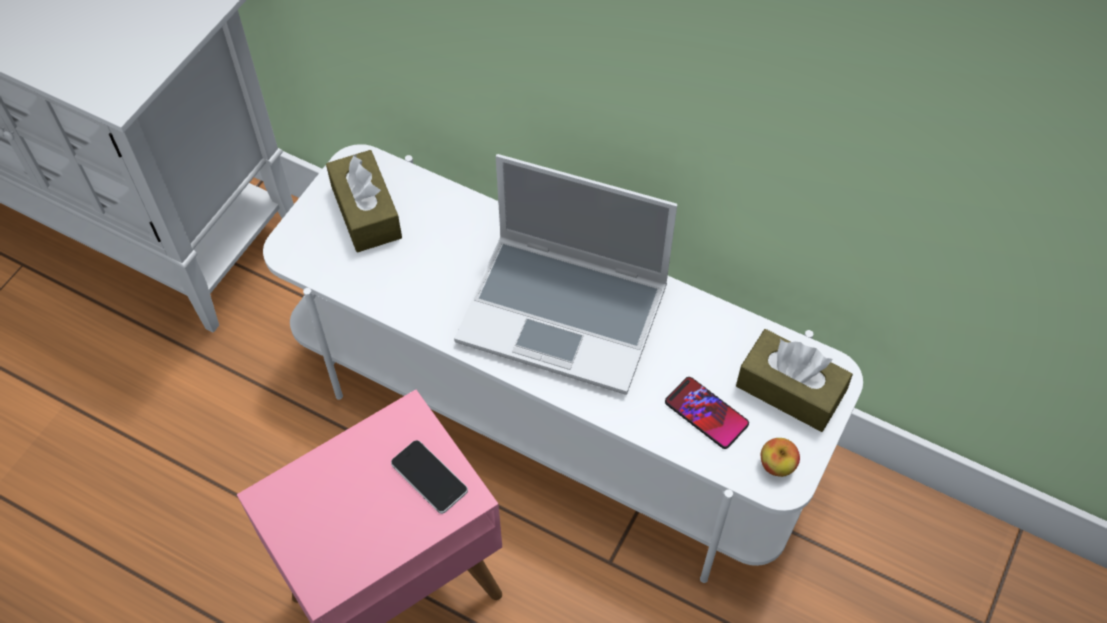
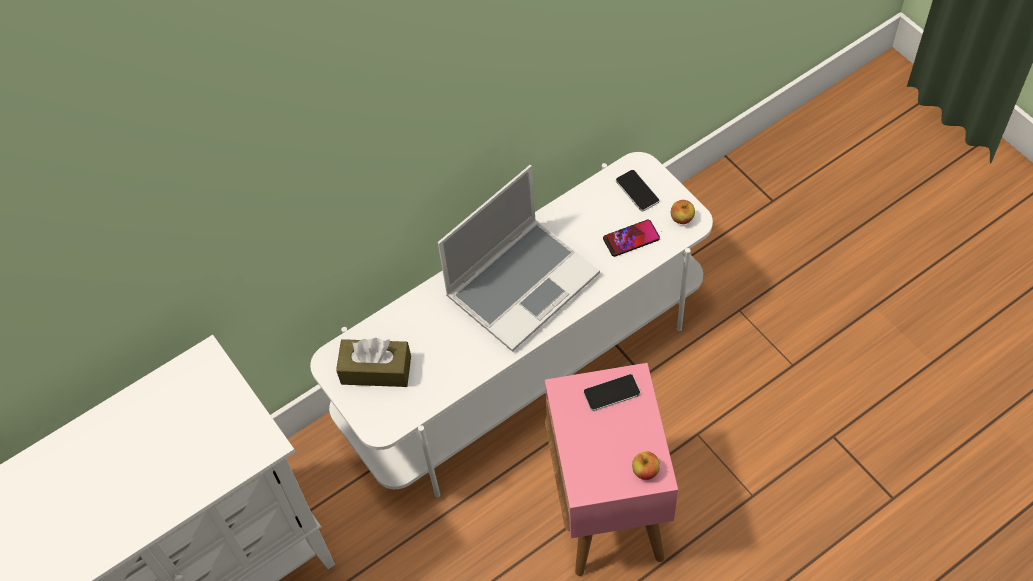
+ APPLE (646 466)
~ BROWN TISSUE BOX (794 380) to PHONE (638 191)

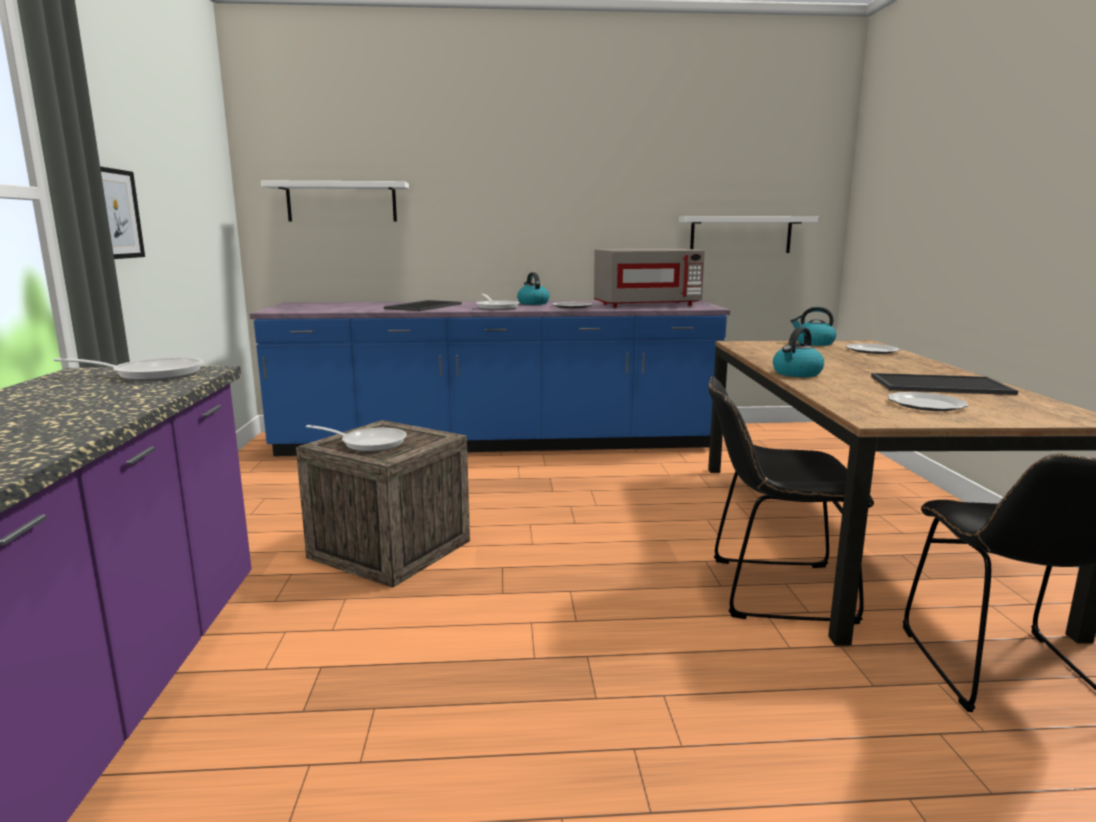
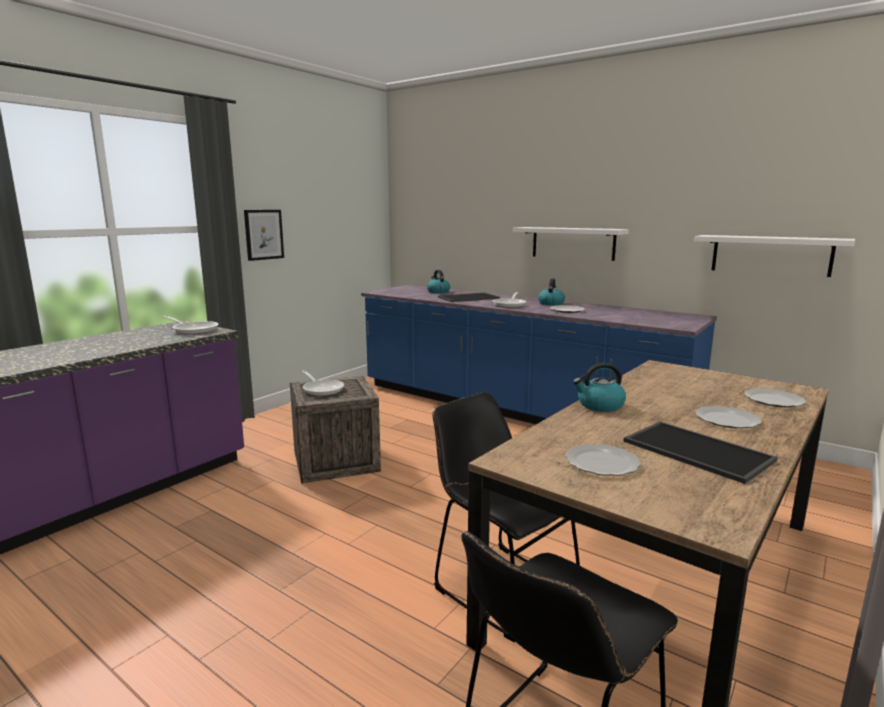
- GREY MICROWAVE (649 278)
+ PLATE (728 417)
~ WHITE SHELF (335 201) to (571 244)
~ KETTLE (813 326) to (438 281)

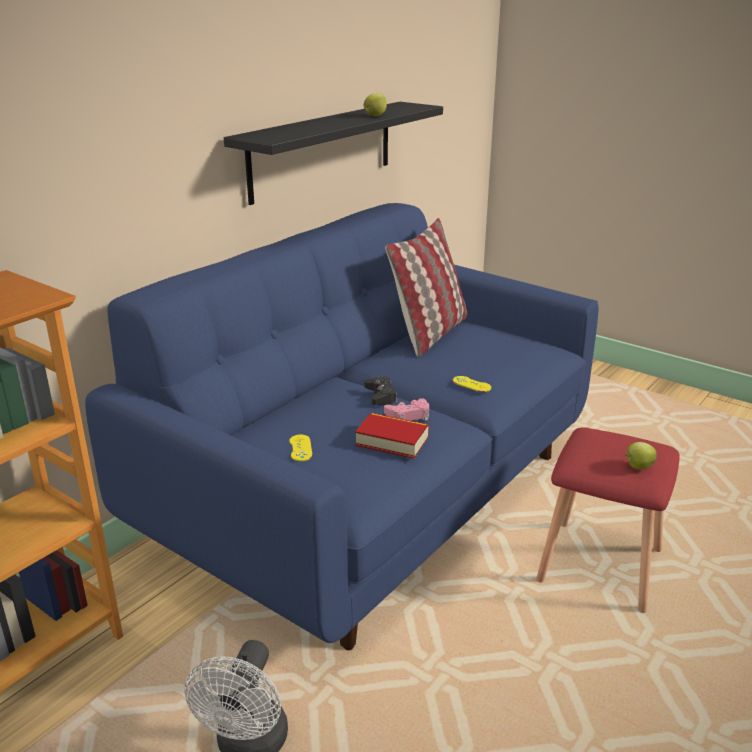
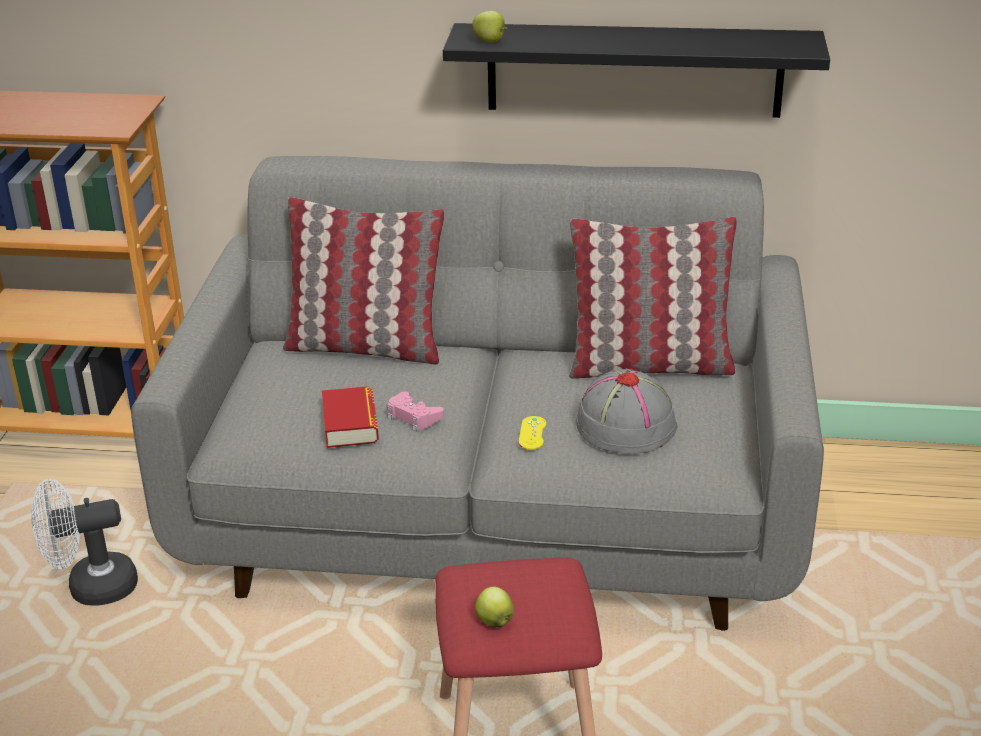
- YELLOW GAME CONTROLLER (300 448)
- BLACK GAME CONTROLLER (380 390)
+ PILLOW (364 281)
+ GREY HAT (627 411)
~ APPLE (375 104) to (489 27)
~ BLUE SOFA (342 426) to GREY SOFA (477 393)

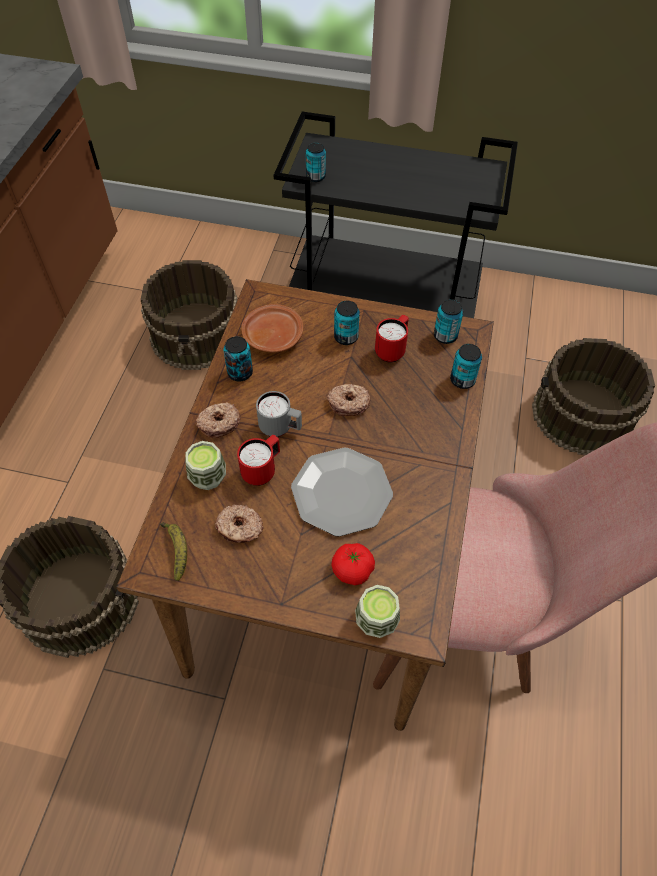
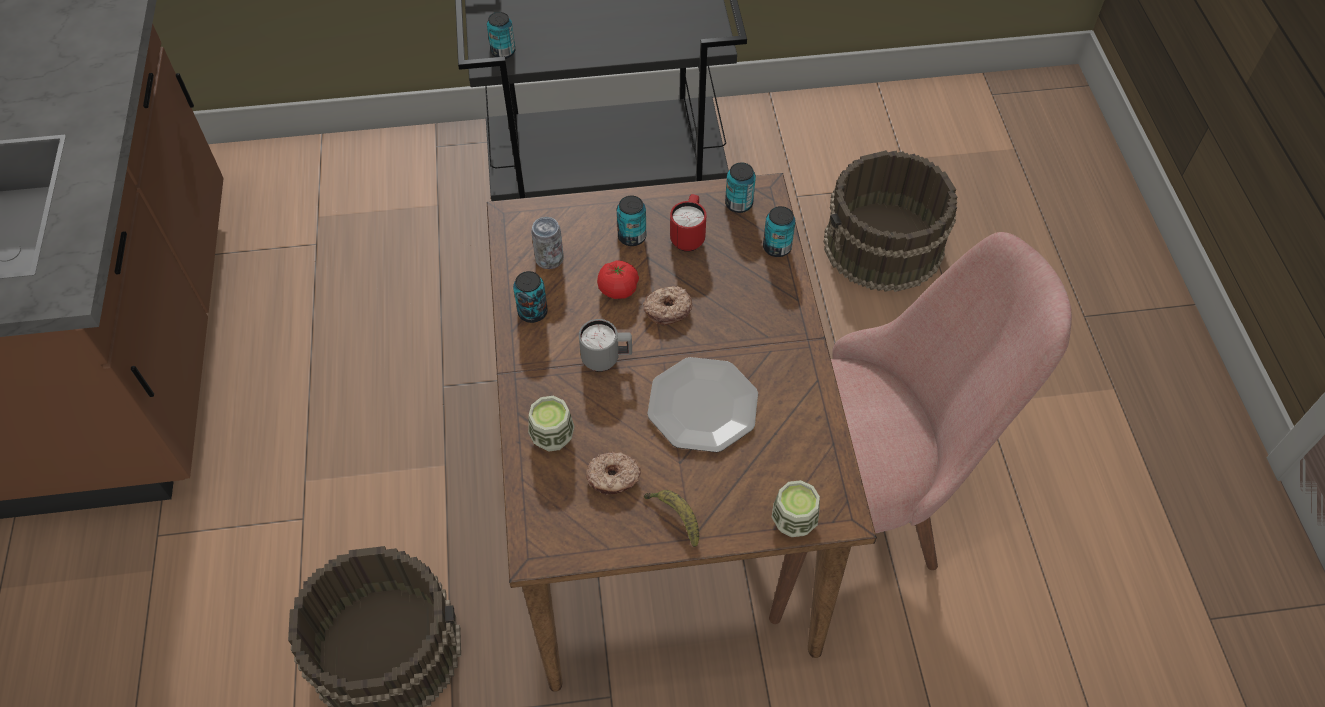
- BROWN BUCKET (188 315)
- DONUT (218 420)
- RED MUG (258 460)
~ BANANA (173 551) to (671 518)
~ TOMATO (353 564) to (618 279)
~ BROWN PLATE (272 328) to CAN (547 243)

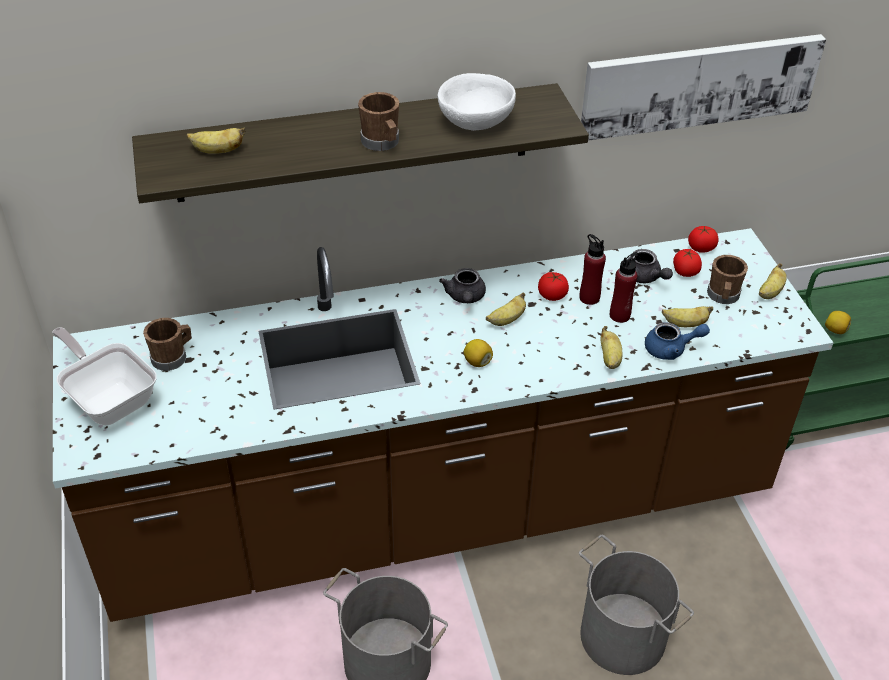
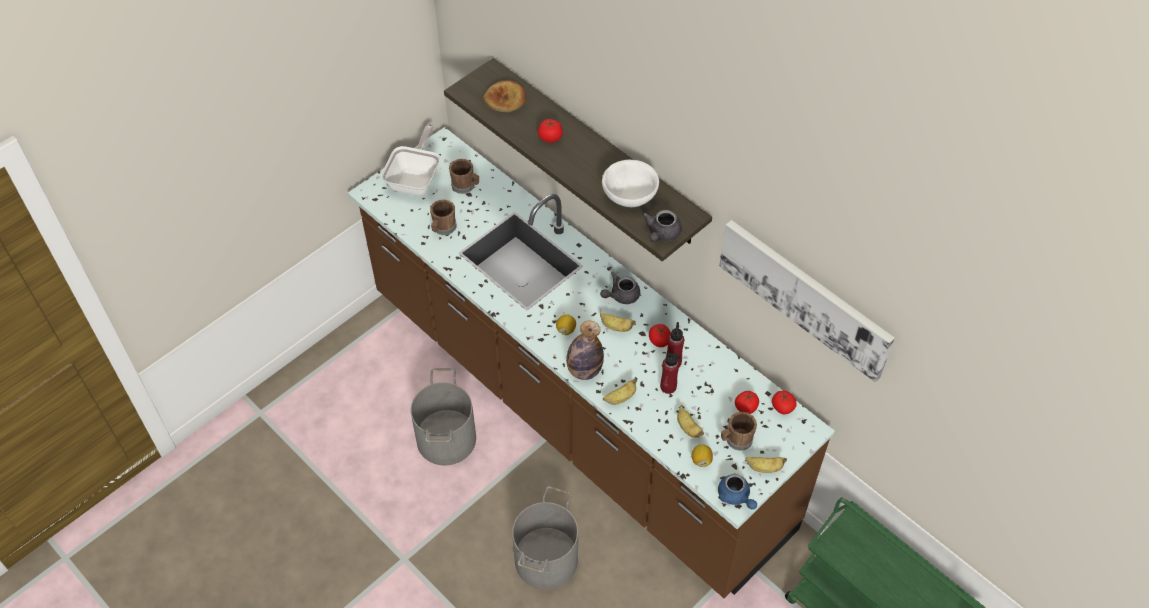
+ TOMATO (550 131)
+ BOTTLE (585 350)
~ BROWN MUG (378 121) to (443 217)
~ GREY TEAPOT (650 266) to (662 226)
~ BLUE TEAPOT (677 341) to (737 492)
~ LEMON (838 322) to (702 455)
~ BANANA (216 140) to BREAD (505 96)

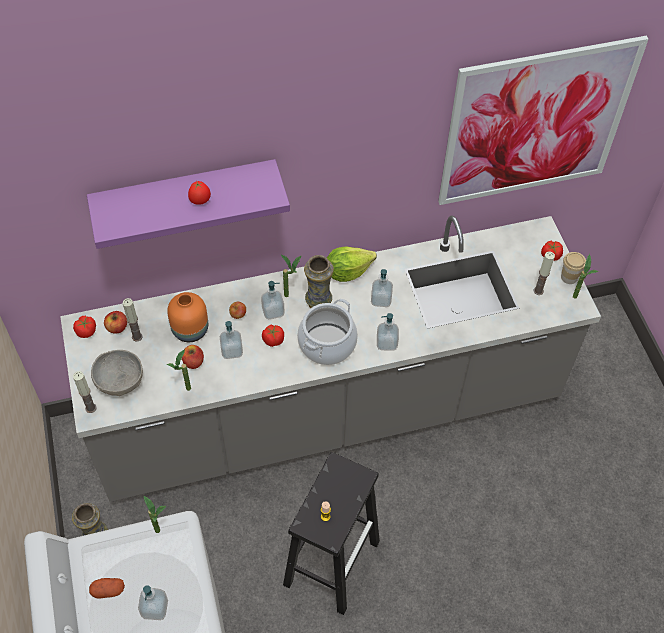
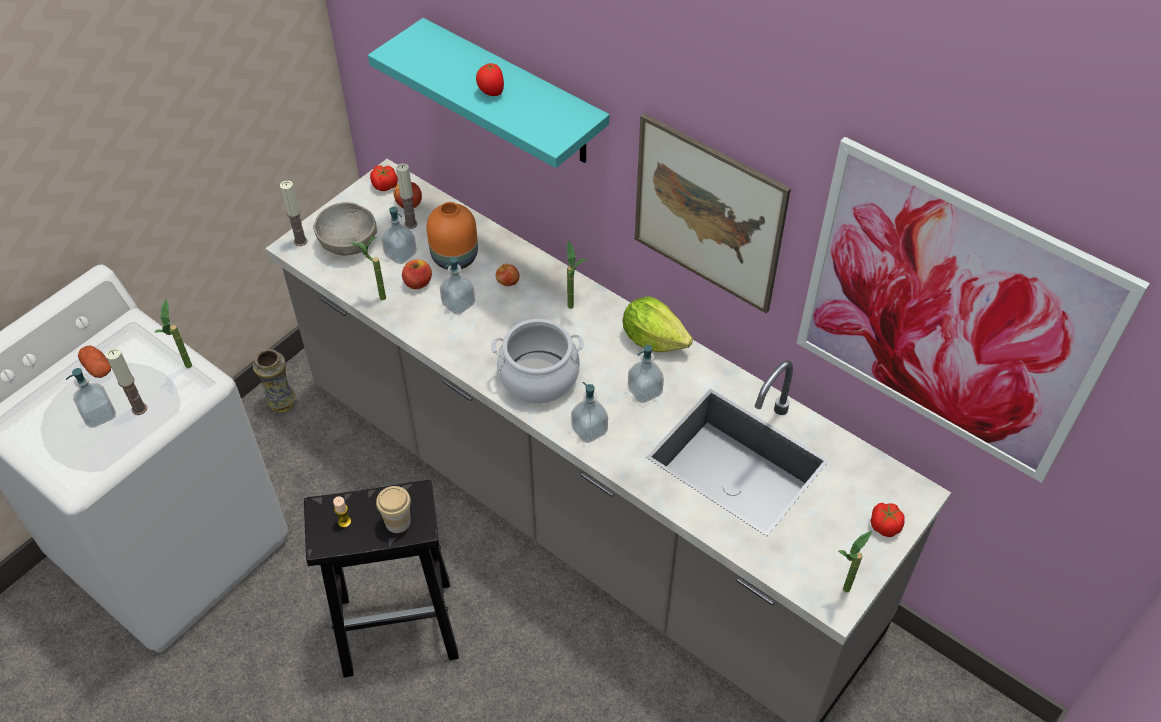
- TOMATO (273 336)
- VASE (319 282)
+ PICTURE (713 213)
~ SOAP DISPENSER (273 300) to (399 235)
~ CANDLE (544 273) to (126 381)
~ CUP (573 268) to (393 509)
~ PURPLE SHELF (188 204) to TURQUOISE SHELF (488 93)

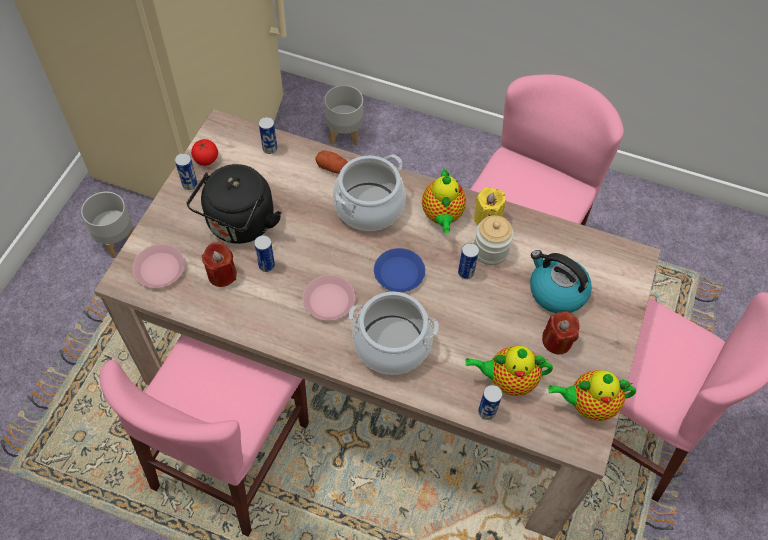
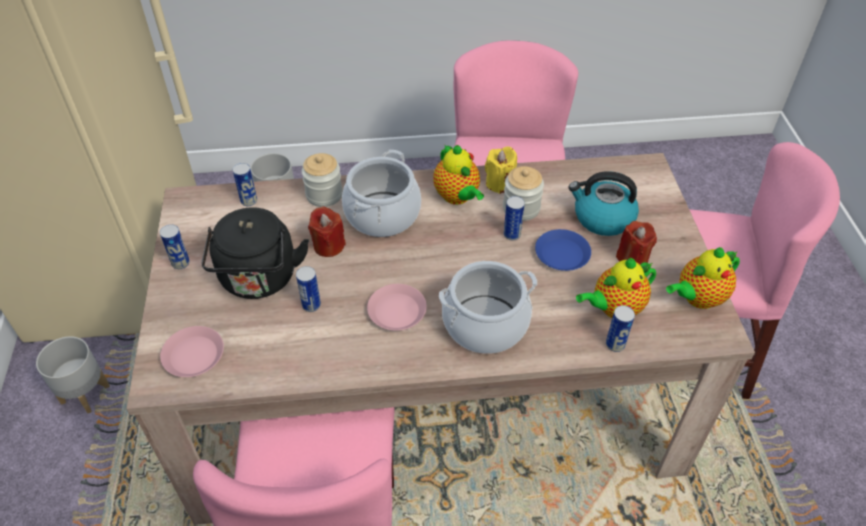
- TOMATO (204 152)
~ RED CANDLE (219 264) to (327 231)
~ BLUE PLATE (399 270) to (563 250)
~ POTATO (331 162) to JAR (322 180)

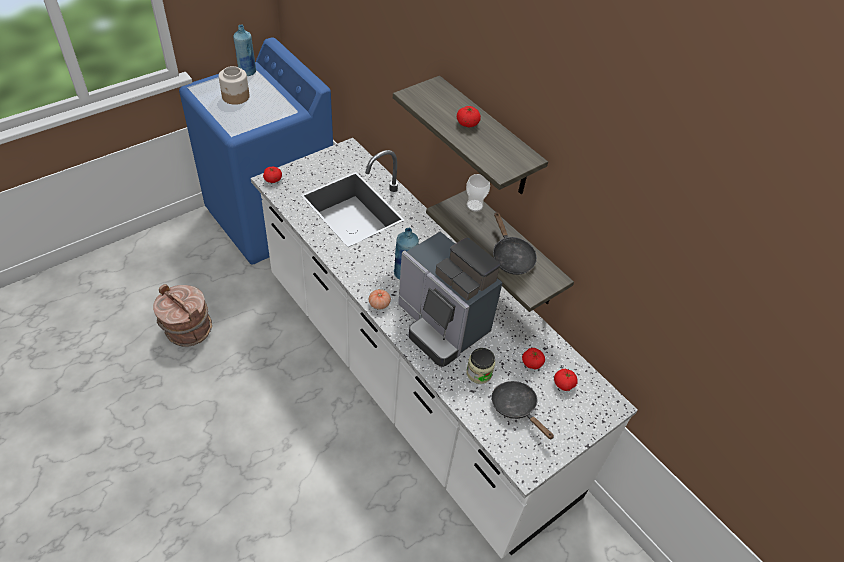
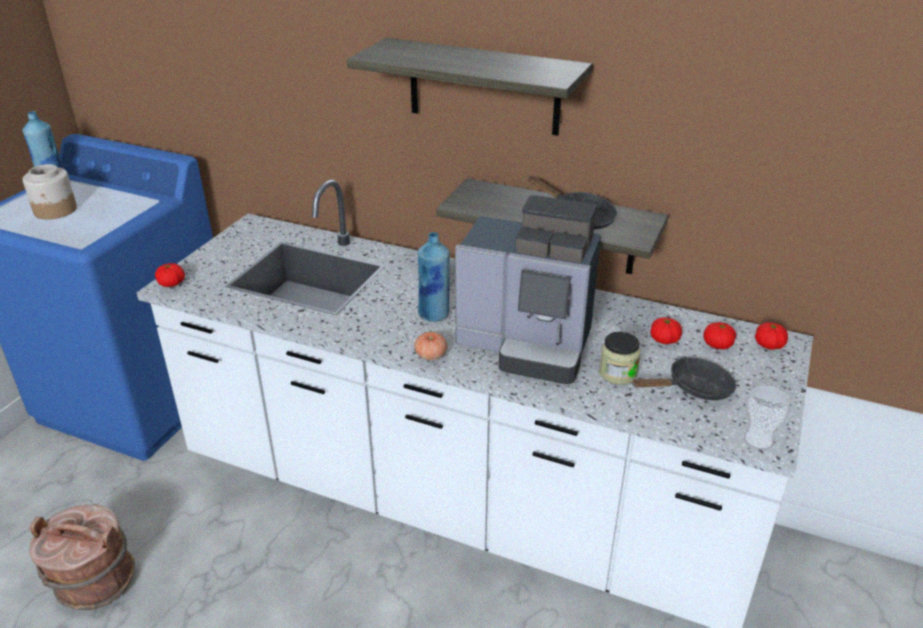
~ TOMATO (469 117) to (771 336)
~ CUP (478 192) to (767 418)
~ BLACK FRYING PAN (522 410) = (684 378) 135 degrees clockwise

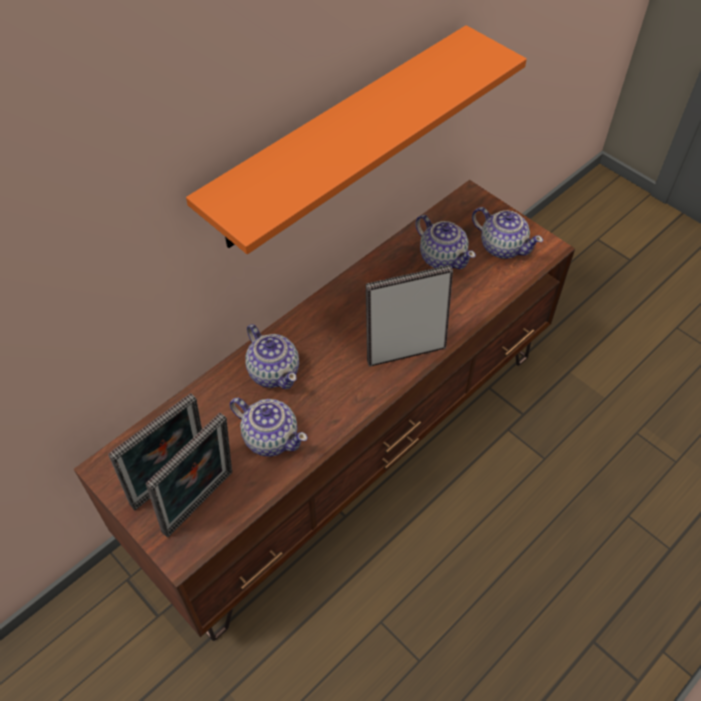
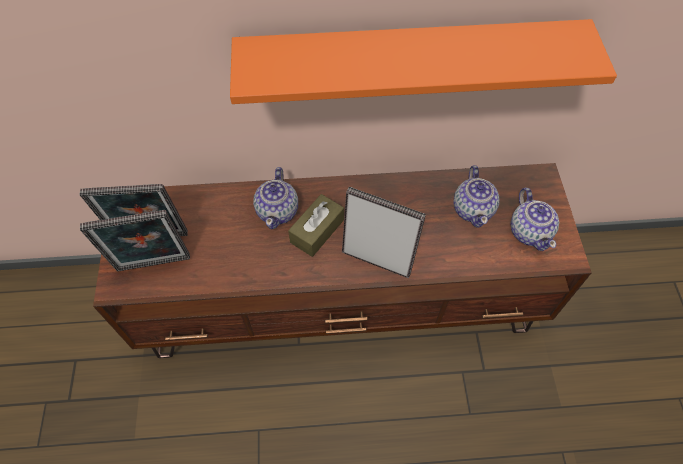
- TEAPOT (269 427)
+ BROWN TISSUE BOX (316 225)

